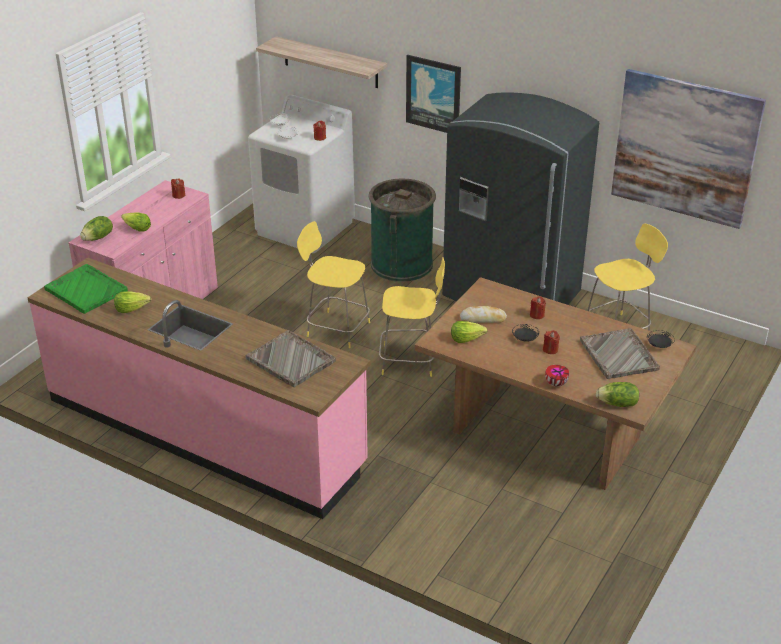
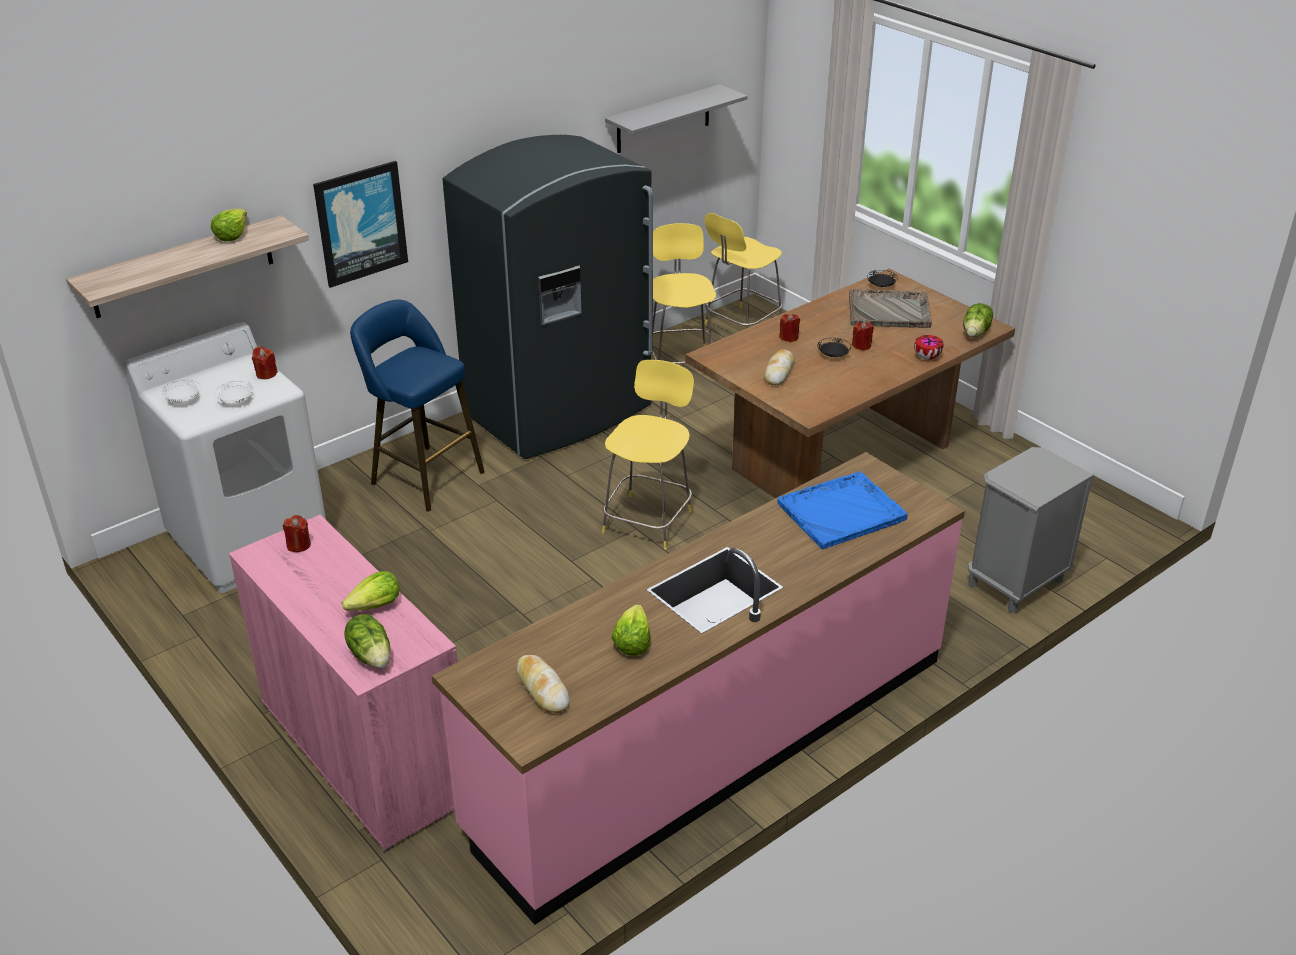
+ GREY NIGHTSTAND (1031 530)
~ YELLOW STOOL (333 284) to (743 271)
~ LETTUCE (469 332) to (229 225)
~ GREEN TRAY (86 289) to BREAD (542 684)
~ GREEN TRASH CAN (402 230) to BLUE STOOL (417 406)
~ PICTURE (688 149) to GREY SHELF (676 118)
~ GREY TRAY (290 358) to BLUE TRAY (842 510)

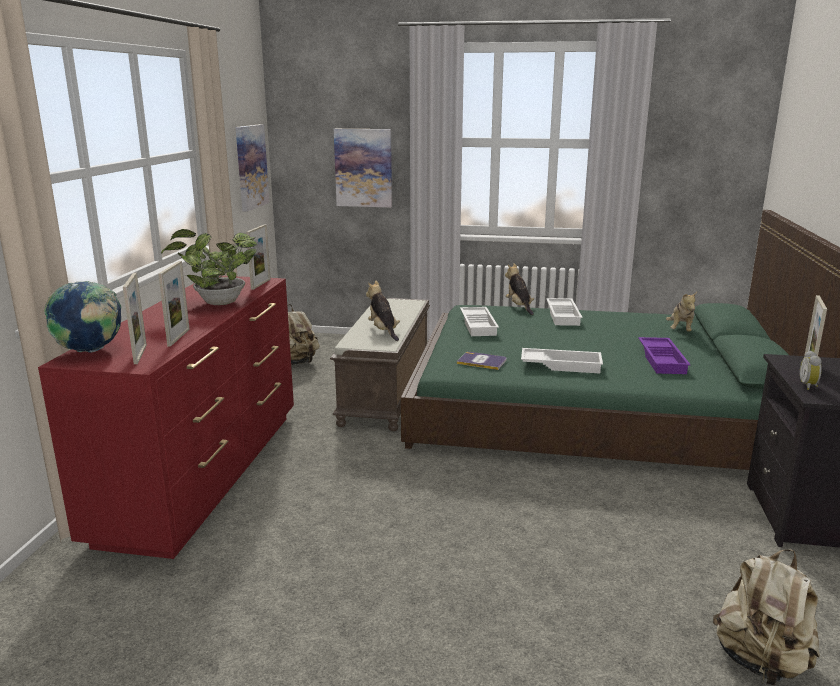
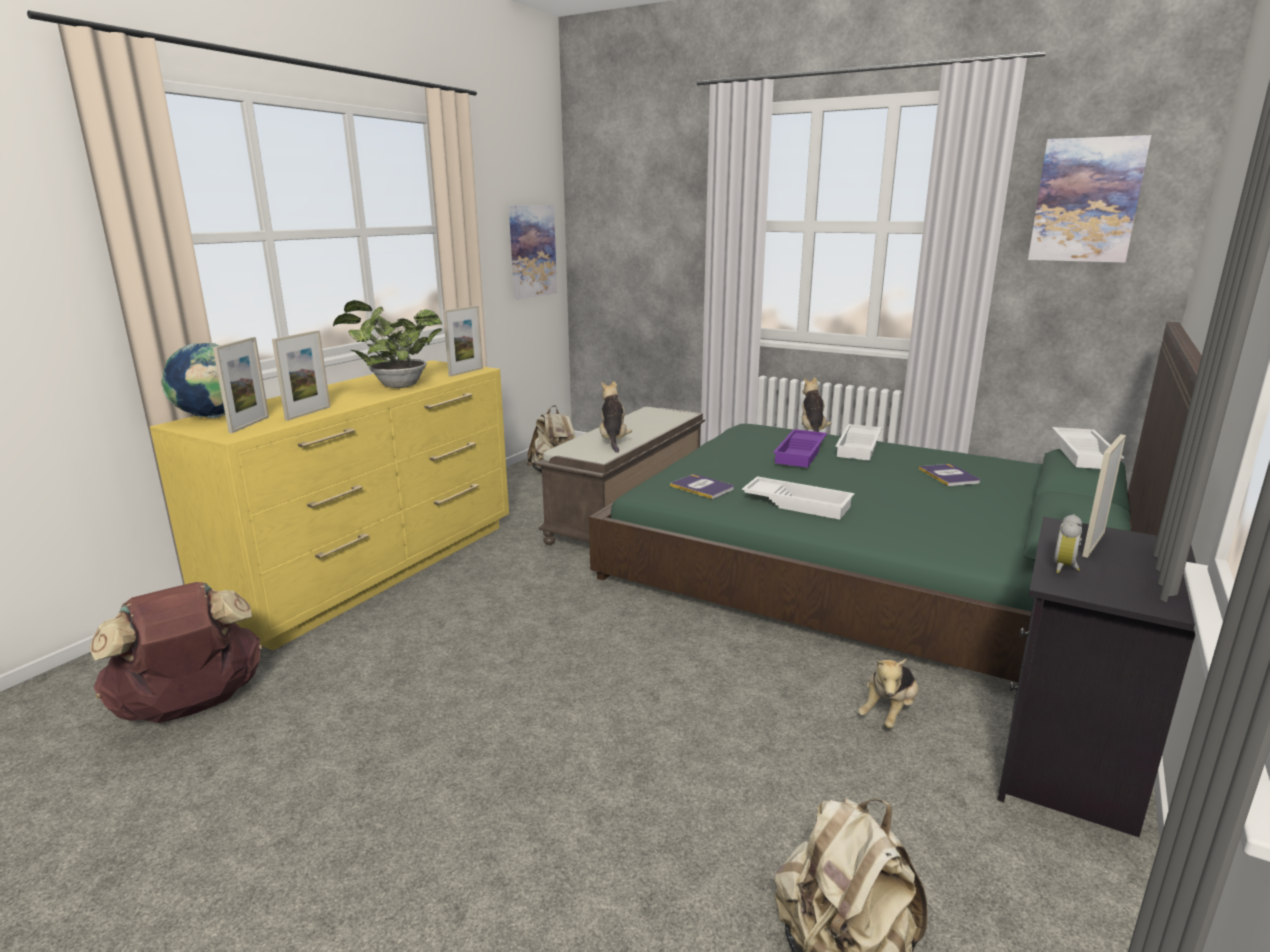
+ BROWN BACKPACK (176 652)
+ BOOK (949 475)
~ PICTURE (363 168) to (1089 199)
~ WHITE TRAY (479 321) to (1088 448)
~ PURPLE TRAY (664 355) to (800 448)
~ PLUSH TOY (681 312) to (888 693)
~ RED DRESSER (166 417) to YELLOW DRESSER (329 505)

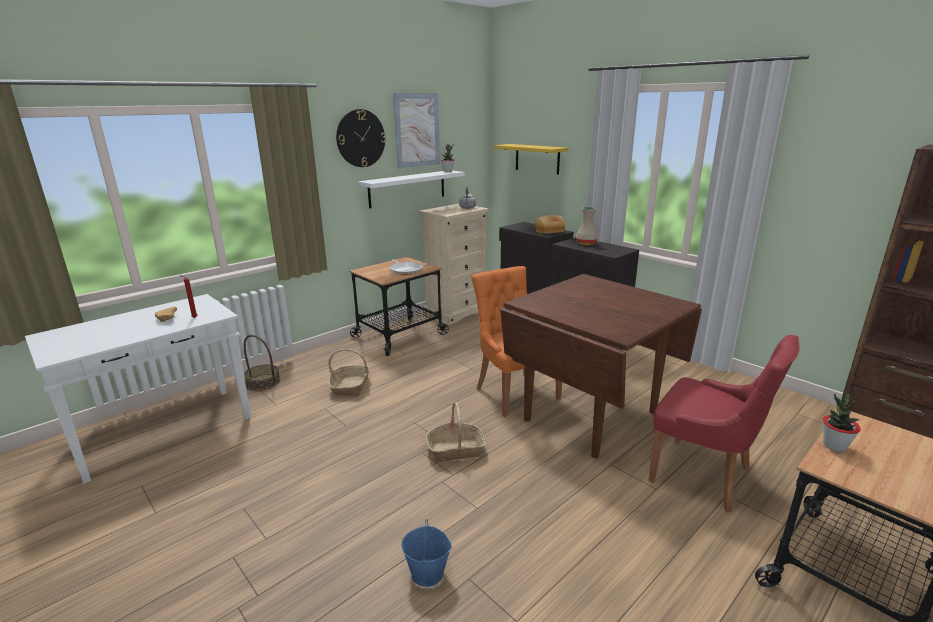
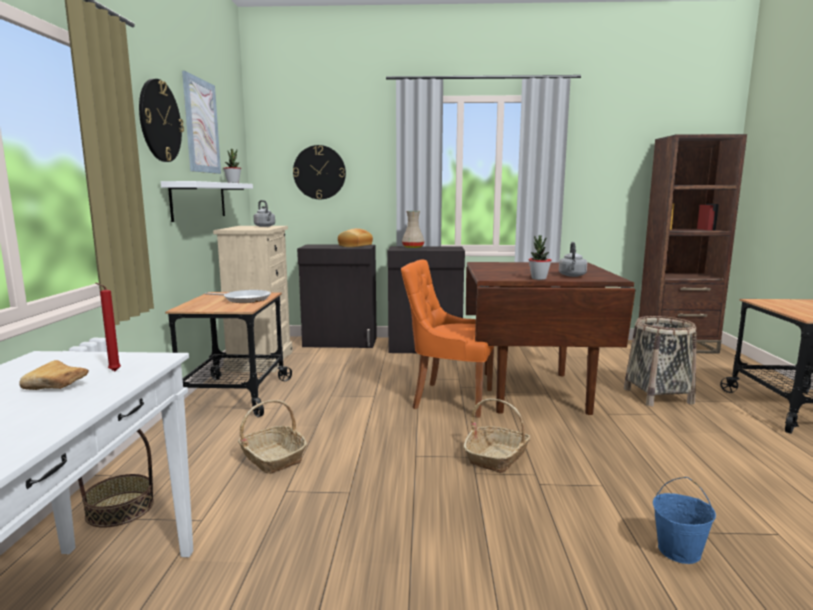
+ GREY KETTLE (573 259)
~ POTTED PLANT (842 422) to (540 257)
~ YELLOW SHELF (531 159) to WALL CLOCK (319 172)
~ RED CHAIR (724 423) to BASKET (660 361)

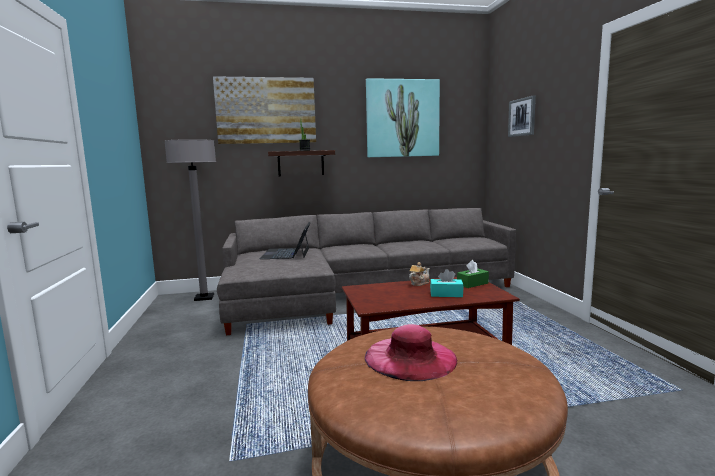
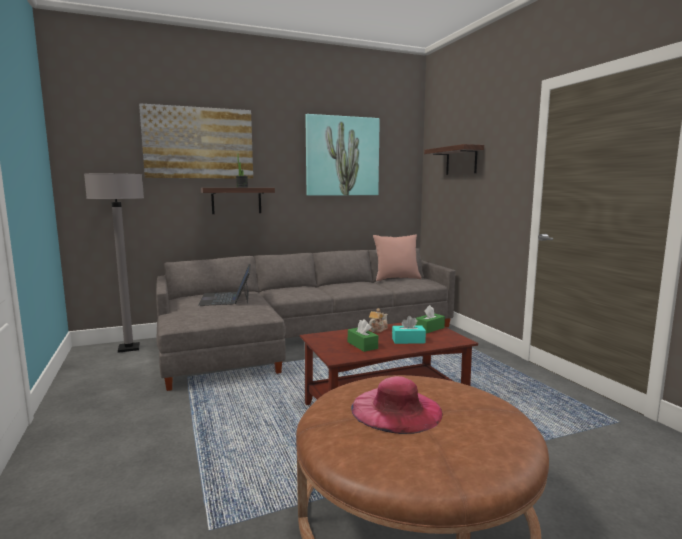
+ GREEN TISSUE BOX (363 335)
+ PINK PILLOW (397 258)
~ PICTURE (522 116) to SHELF (454 159)

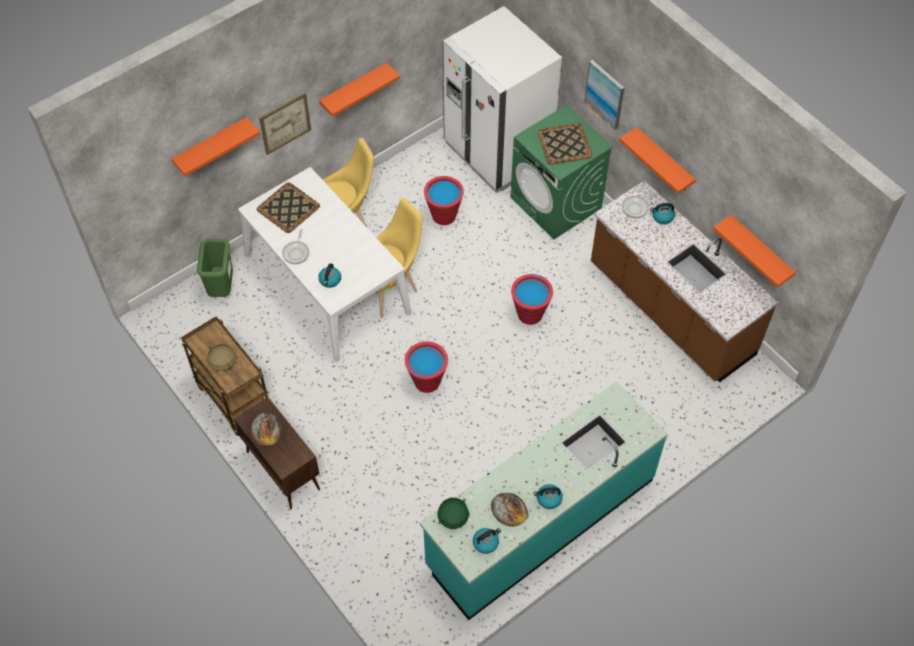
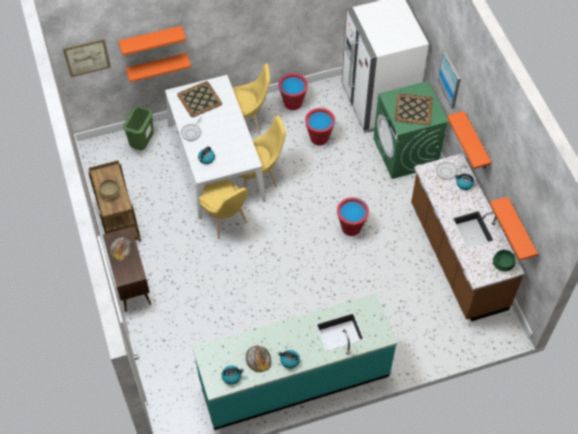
+ YELLOW CHAIR (223 209)
~ PICTURE (285 124) to (87 58)
~ ORANGE SHELF (359 89) to (158 67)
~ RED BUCKET (426 367) to (293 91)
~ GREEN COOKING POT (453 513) to (504 260)

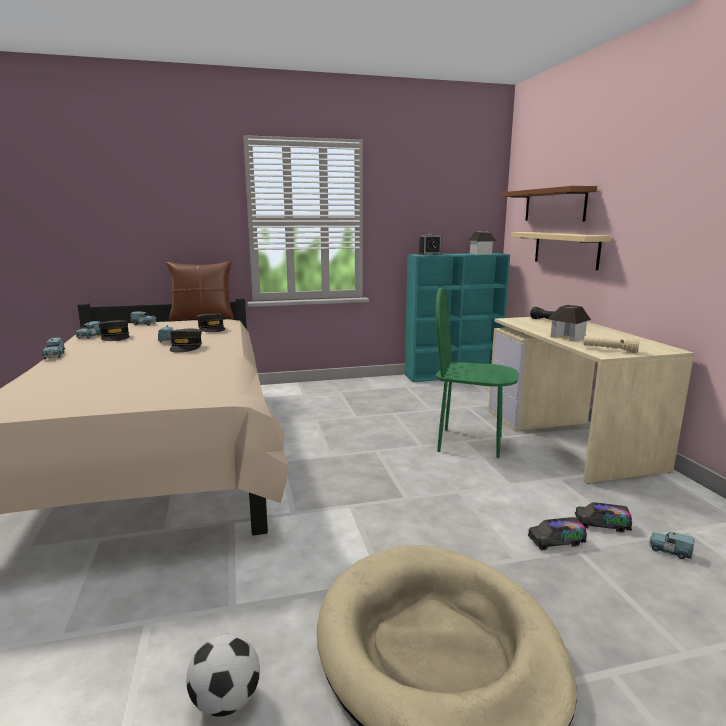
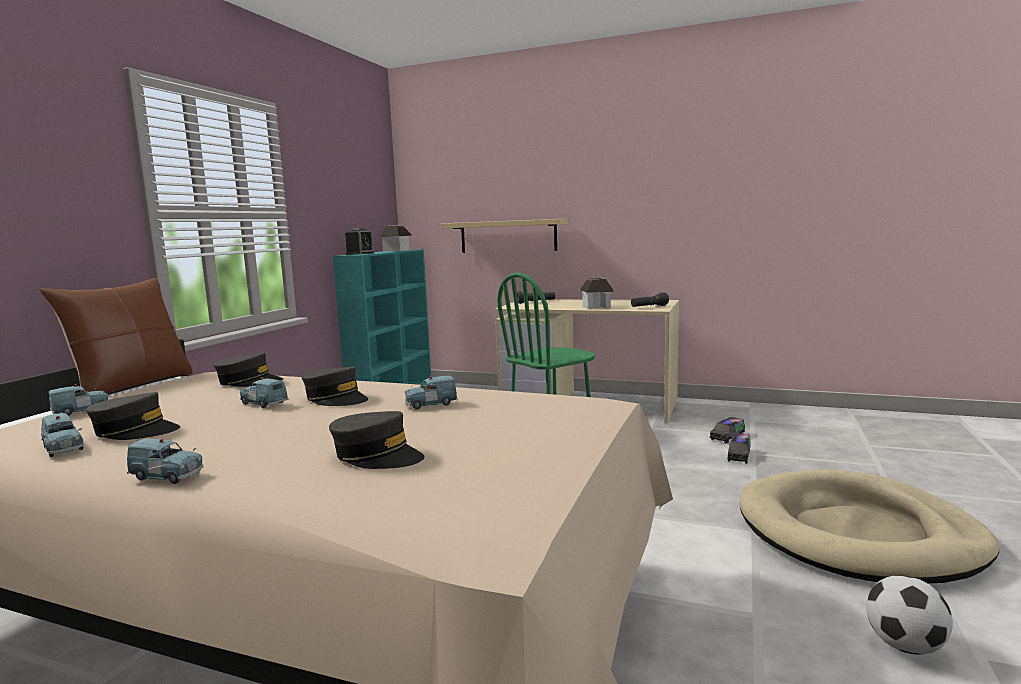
- BROWN SHELF (549 204)
+ GREY CAP (377 440)
~ BLUE TOY CAR (672 544) to (431 392)
~ BEIGE FLASHLIGHT (612 344) to BLACK FLASHLIGHT (650 299)

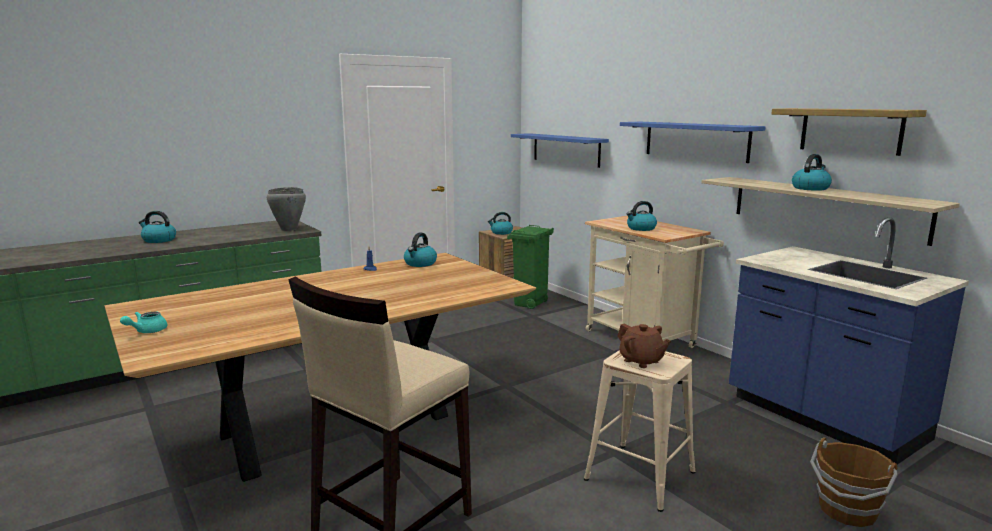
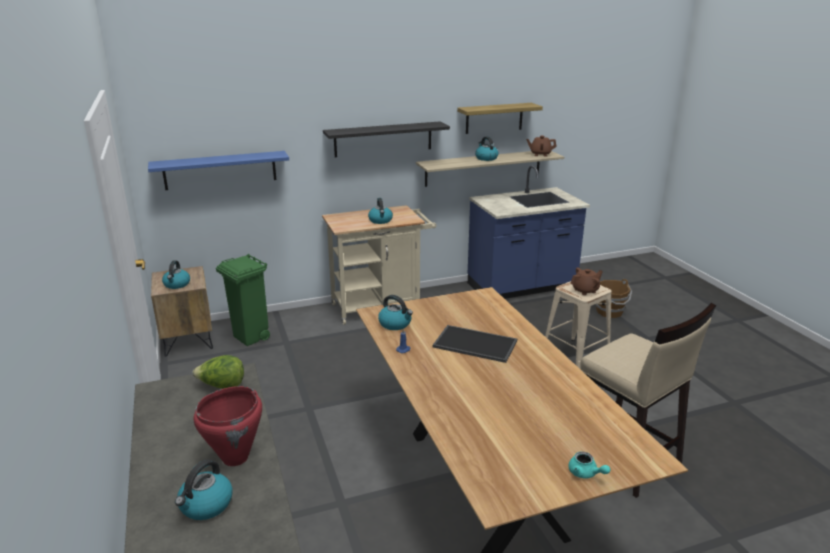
+ RED COOKING POT (228 426)
+ TRAY (475 344)
+ BROWN TEAPOT (541 146)
~ GREY COOKING POT (286 209) to LETTUCE (218 372)
~ BLUE SHELF (693 142) to BLACK SHELF (386 139)

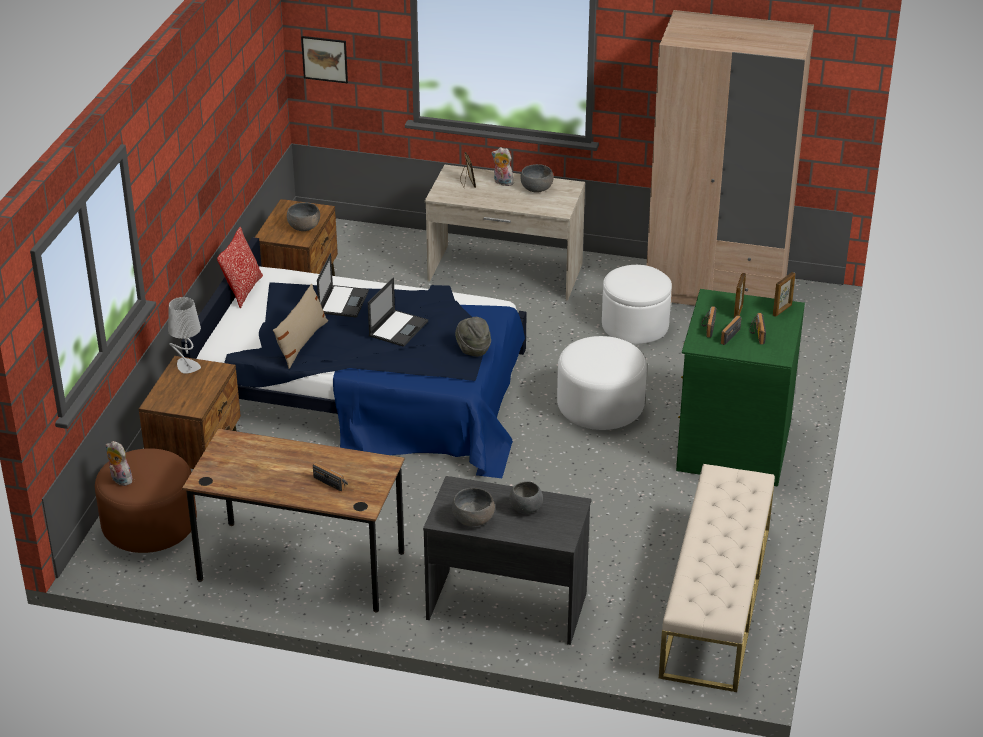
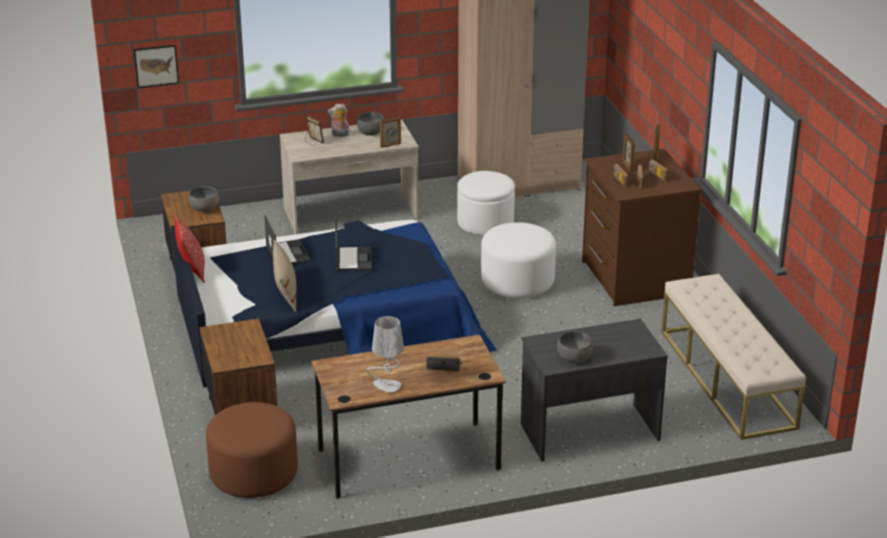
- PLUSH TOY (119 463)
- GREY HAT (473 337)
- GREY BOWL (526 497)
+ PICTURE FRAME (390 132)
~ GREY TABLE LAMP (184 335) to (385 354)
~ GREEN DRESSER (740 387) to BROWN DRESSER (641 227)

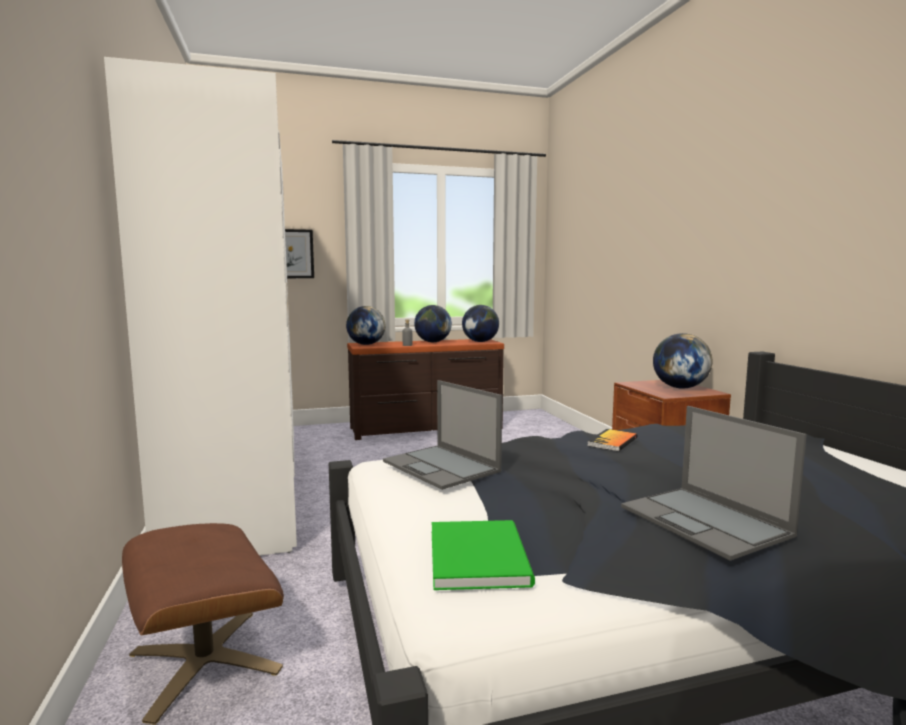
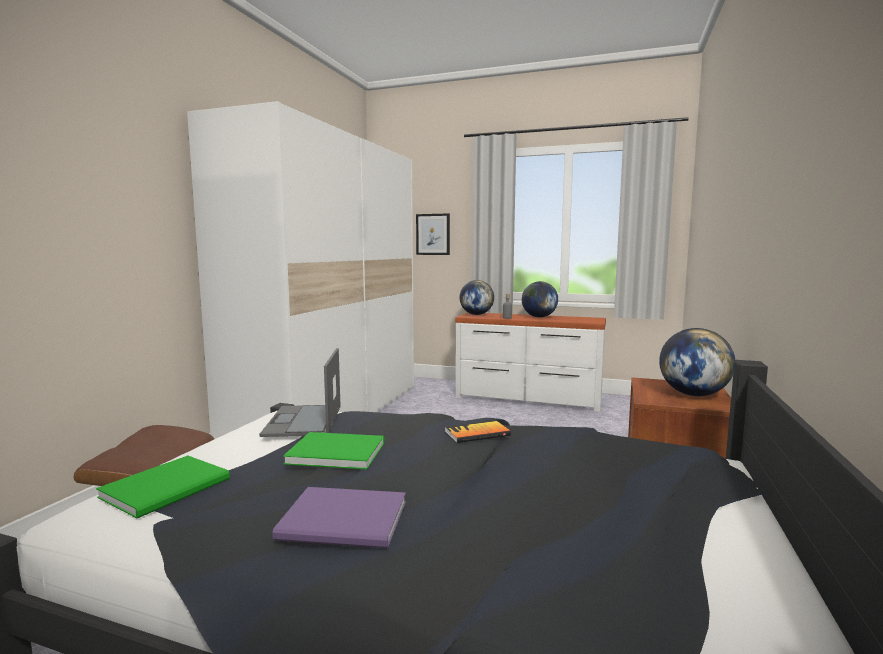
- GLOBE (480 323)
+ GREEN BOOK (334 450)
~ LAPTOP (714 483) to PURPLE BOOK (339 517)
~ BROWN DRESSER (425 389) to WHITE DRESSER (530 362)

